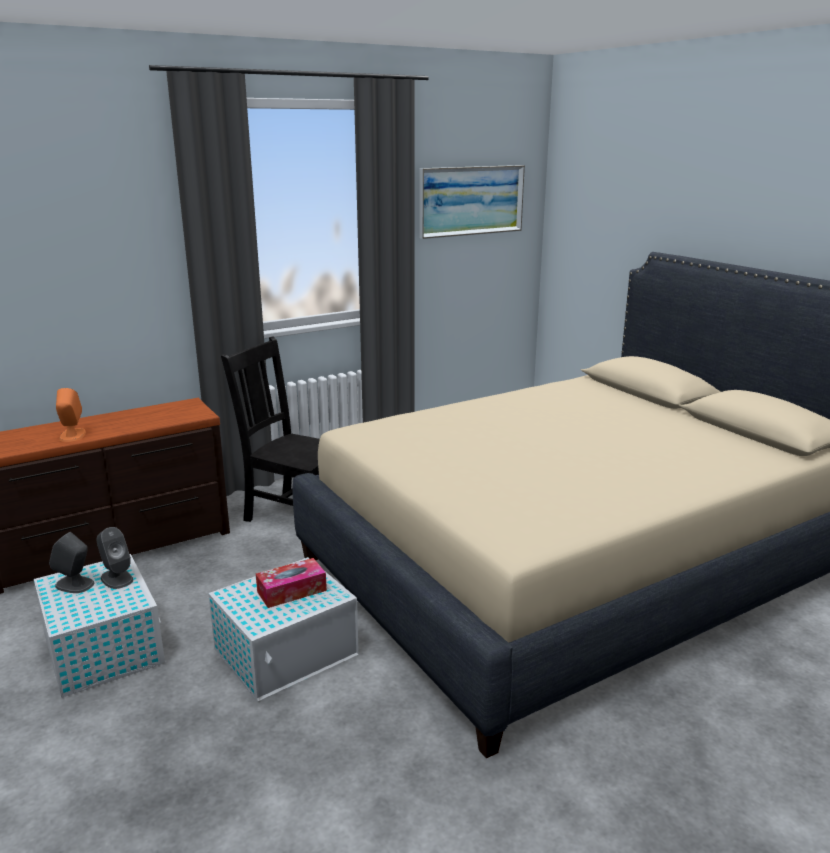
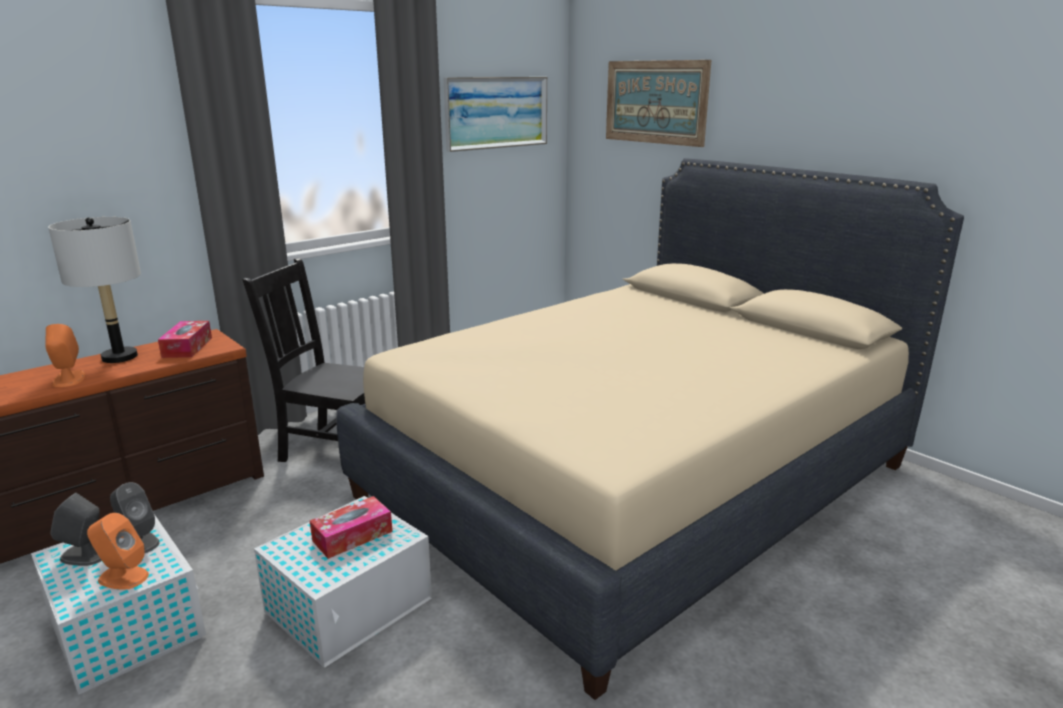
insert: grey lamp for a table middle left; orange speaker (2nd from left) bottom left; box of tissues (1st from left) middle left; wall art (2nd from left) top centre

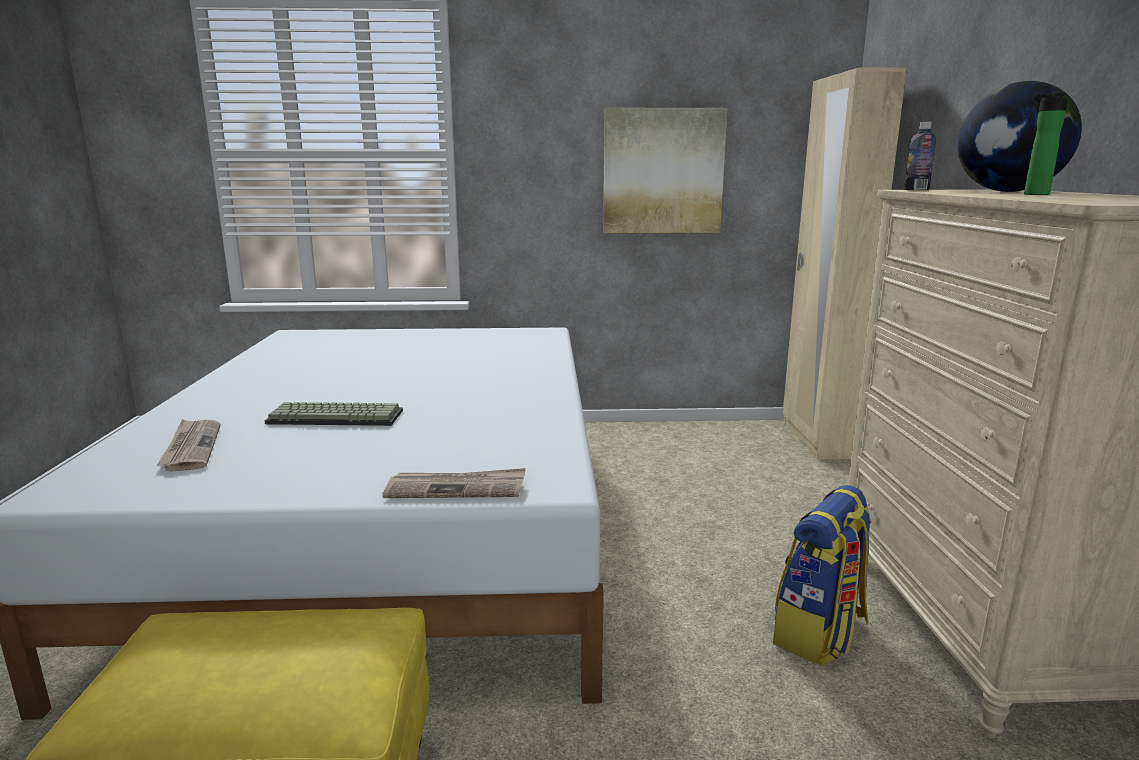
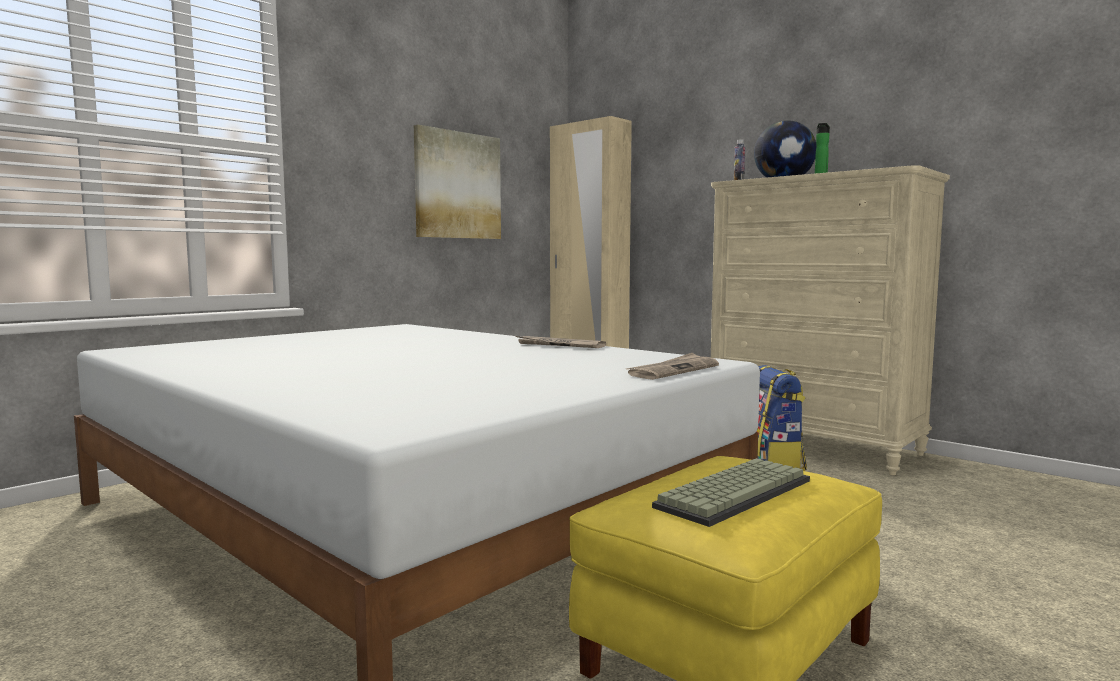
move: printed paper (1st from left) middle left to centre; keyboard middle left to bottom centre

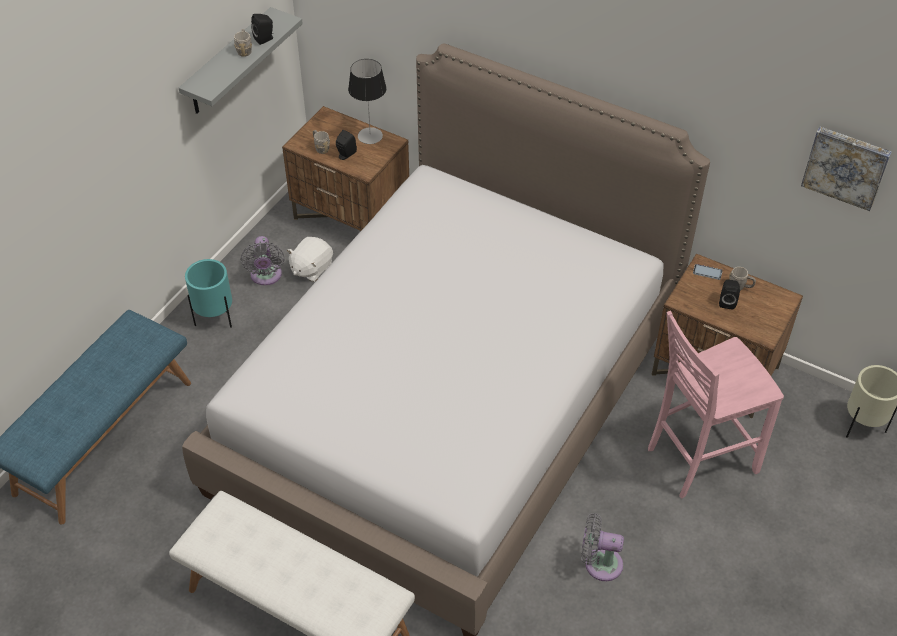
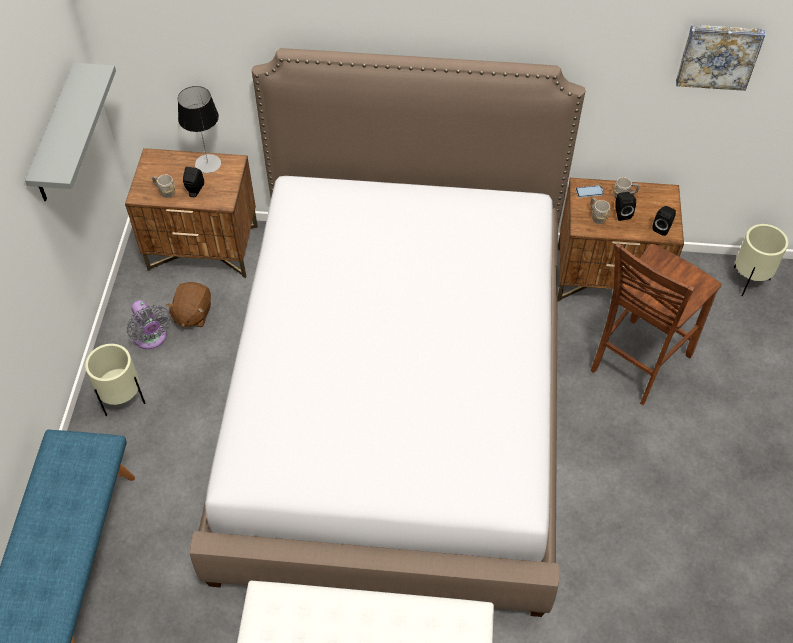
delete: grey cooling fan (2nd from left) bottom right
move: grey tea mug (1st from left in the first image) top left to grey tea mug (2nd from left) top right; black speaker (1st from left in the first image) top left to black speaker (3rd from left) middle right
recolor: turquoise-coloured planter middle left to beige planter (1st from left) middle left; white-coloured plush toy centre to brown-coloured plush toy middle left; pink plain chair middle right to brown-coloured plain chair middle right

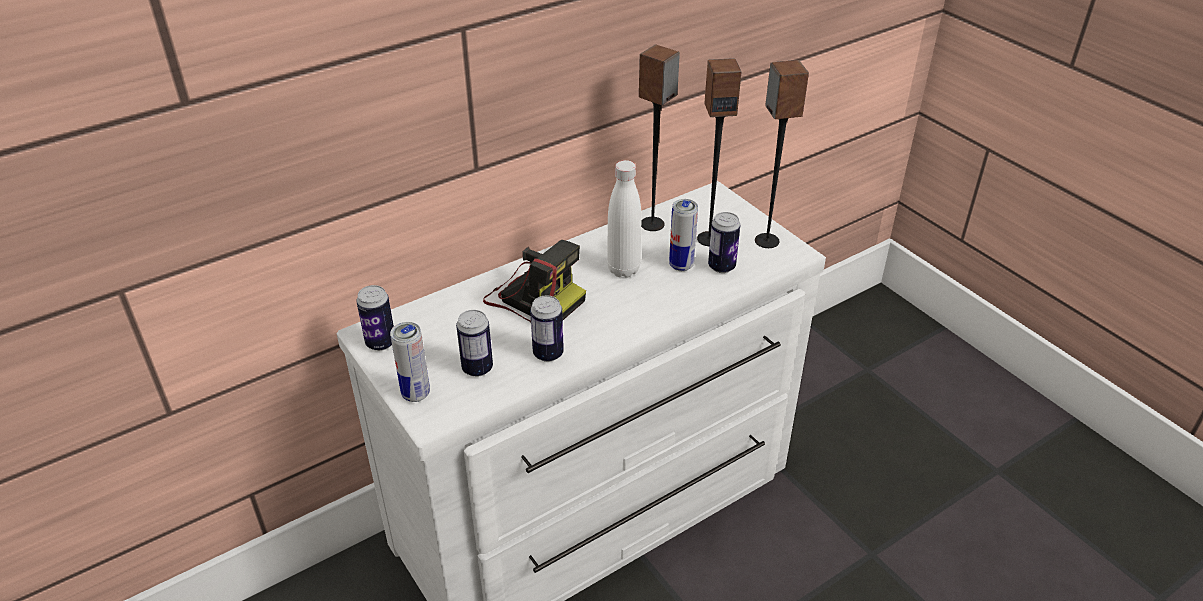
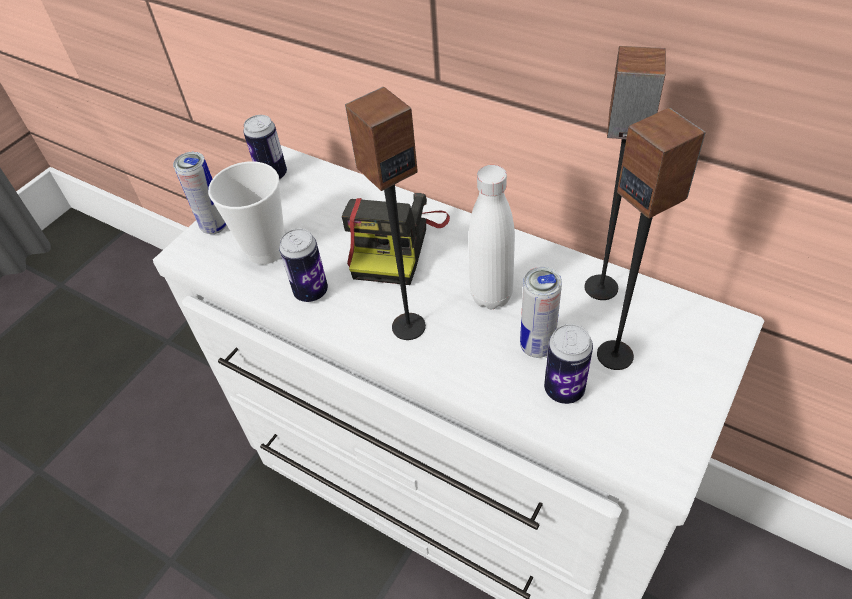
move: speaker (3rd from left in the first image) top centre to speaker (1st from left) centre
replace: sealed can (3rd from left) centre to drinking cup middle left

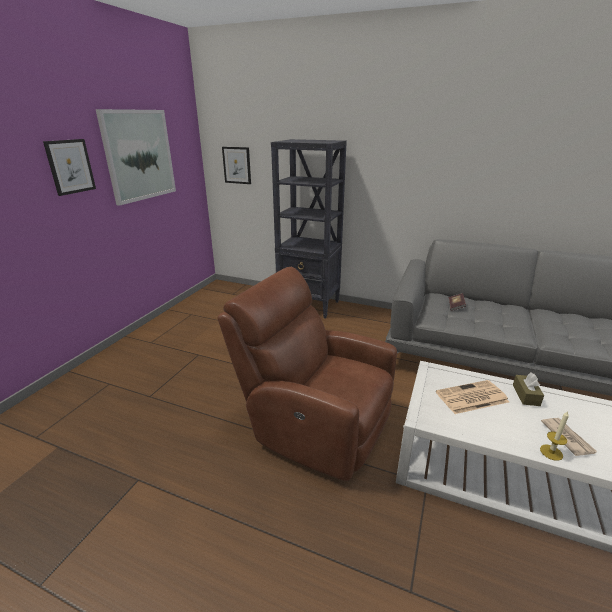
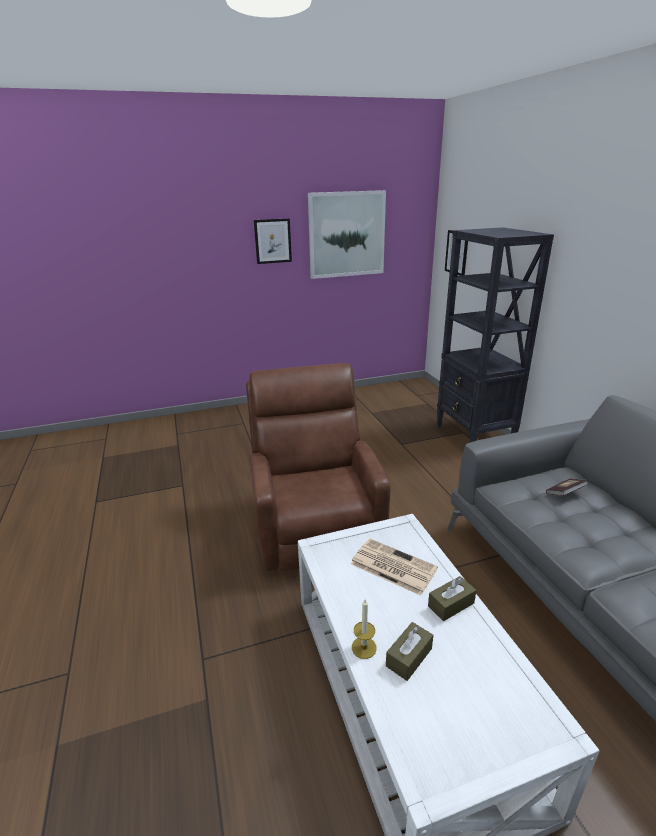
replace: printed paper (2nd from left) bottom right to brown-coloured box of tissues (1st from left) bottom centre

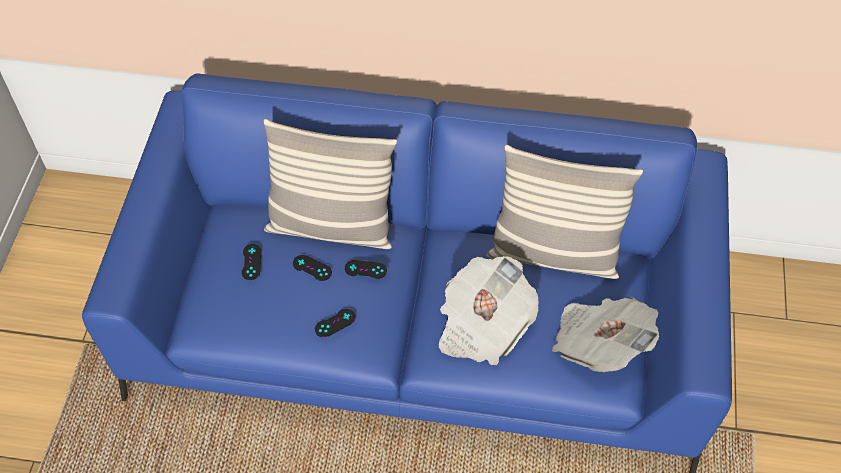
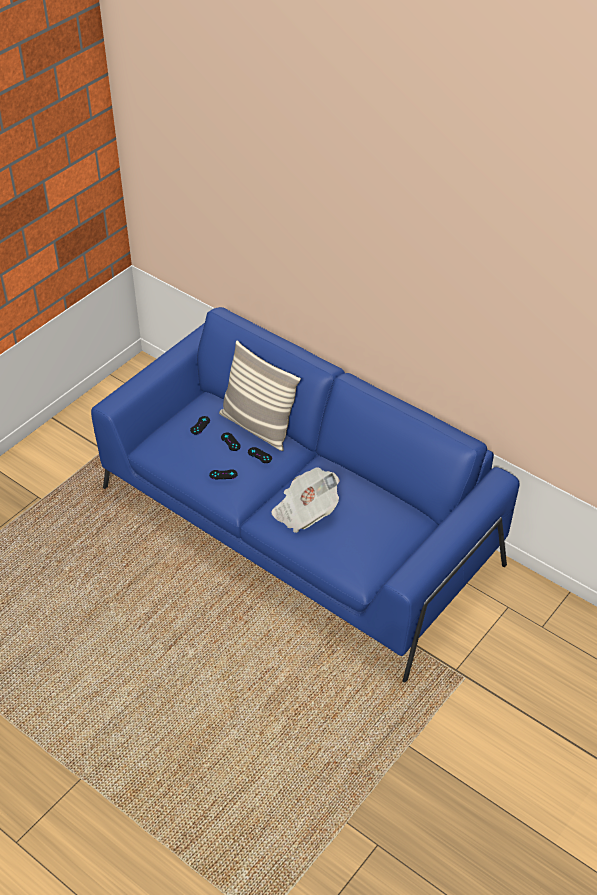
delete: cushion (2nd from left) middle right; printed paper (2nd from left) bottom right

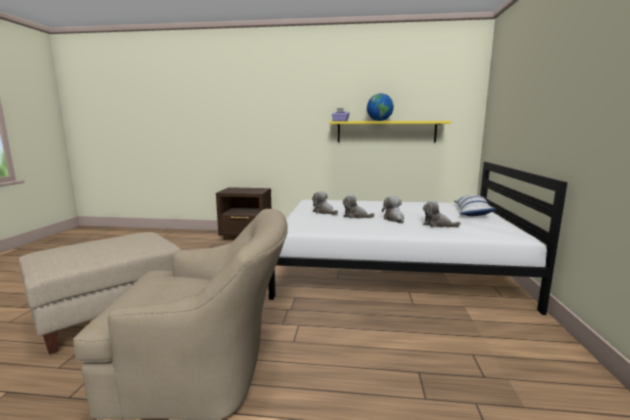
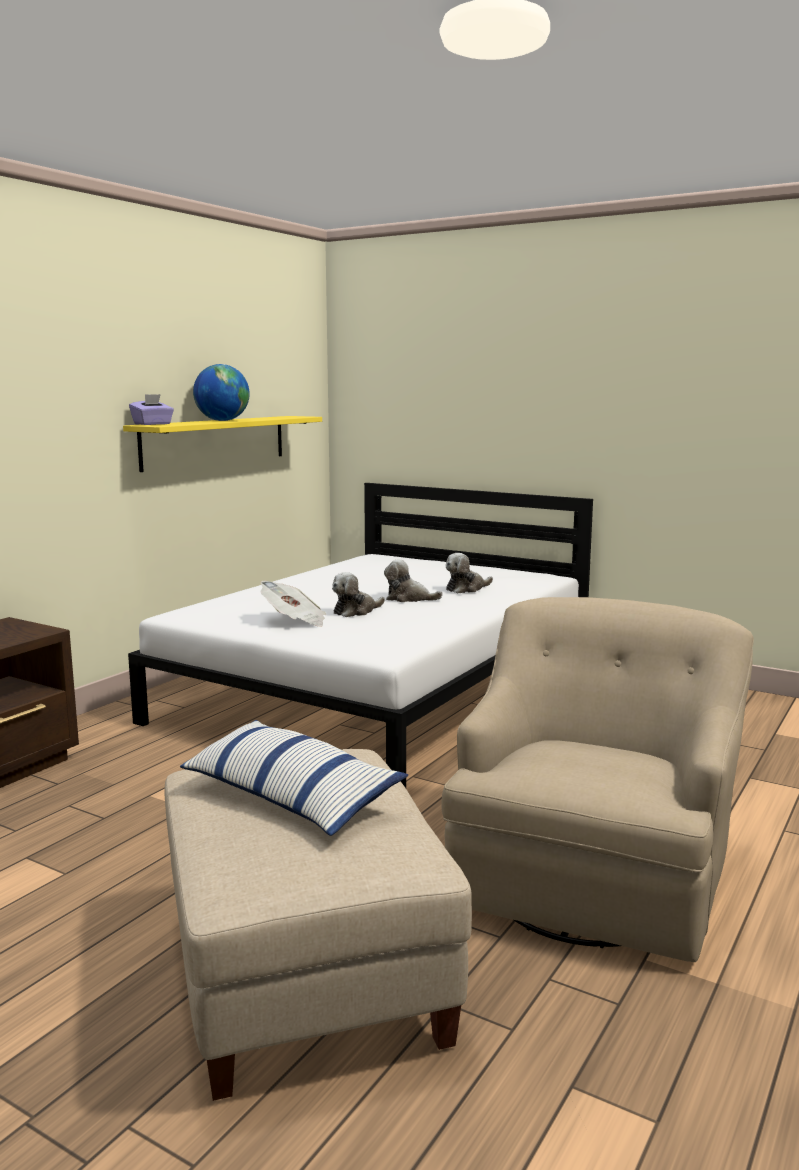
move: cushion middle right to centre
replace: plush toy (1st from left) centre to printed paper centre

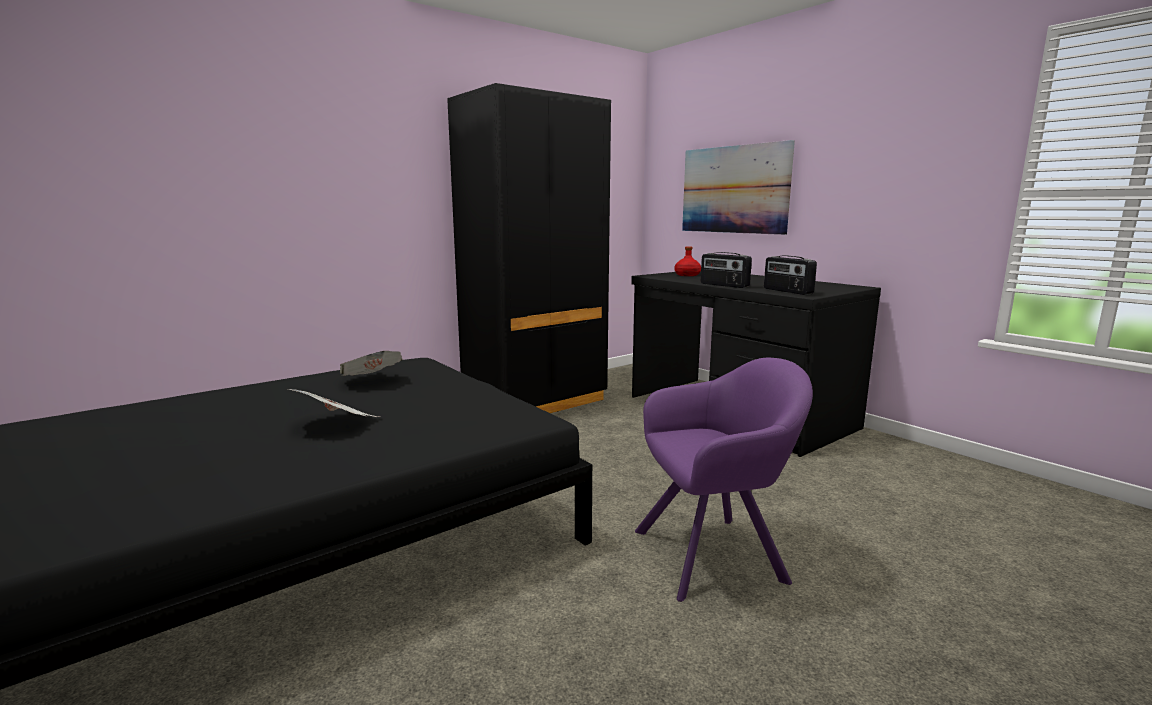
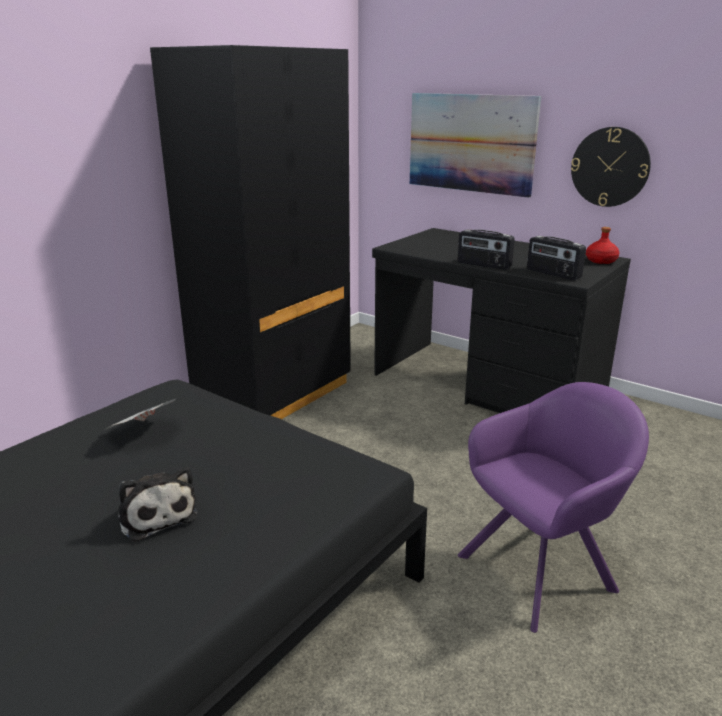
insert: hanging clock top right
move: red drink bottle centre to middle right
replace: printed paper (1st from left) middle left to plush toy bottom left

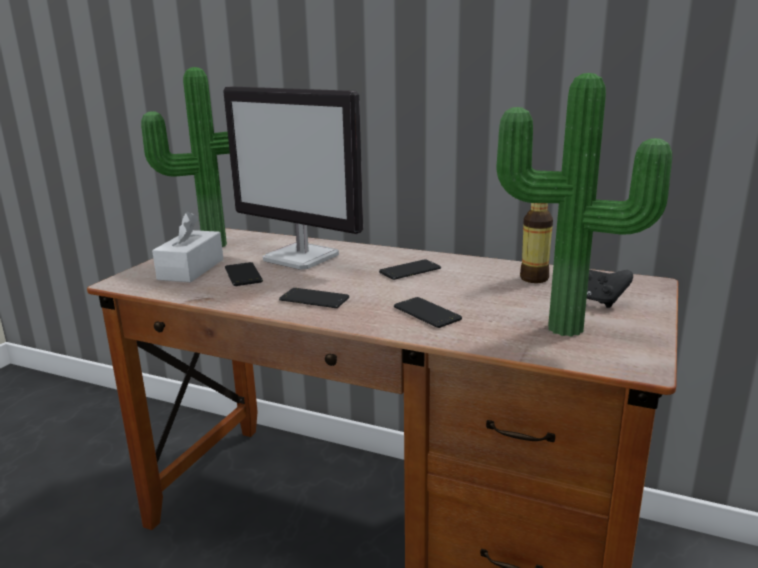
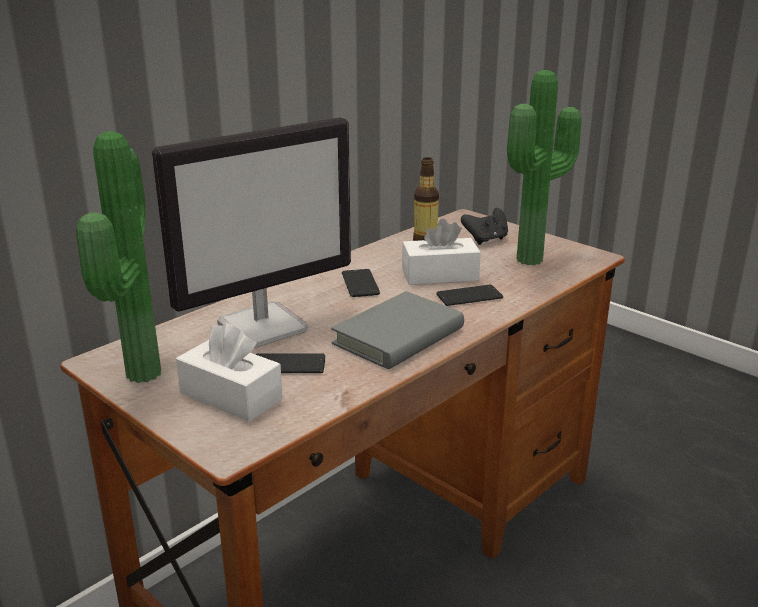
insert: white-coloured box of tissues (2nd from left) centre
replace: handset (2nd from left) centre to grey book centre

